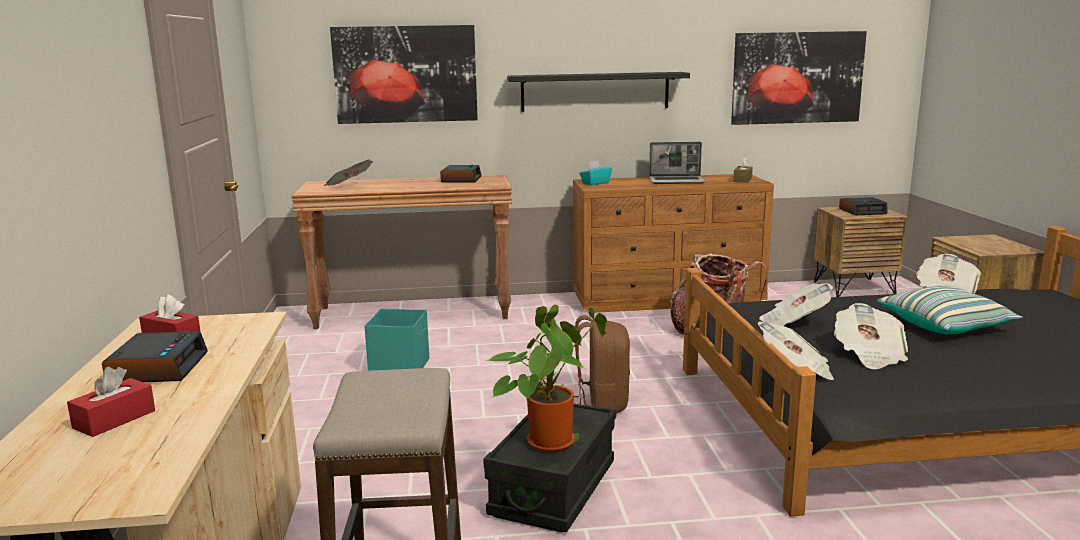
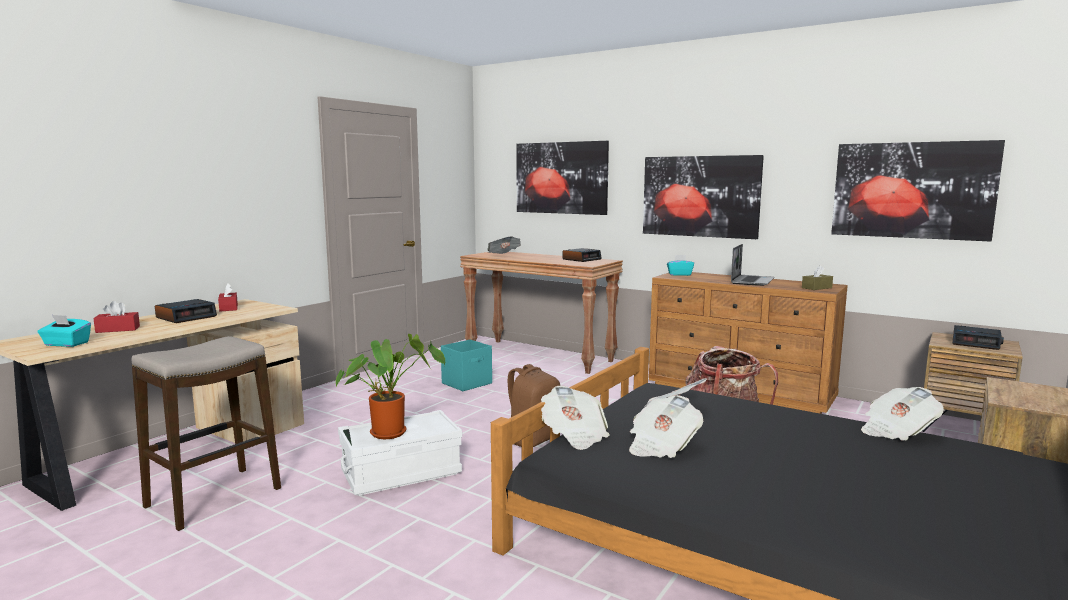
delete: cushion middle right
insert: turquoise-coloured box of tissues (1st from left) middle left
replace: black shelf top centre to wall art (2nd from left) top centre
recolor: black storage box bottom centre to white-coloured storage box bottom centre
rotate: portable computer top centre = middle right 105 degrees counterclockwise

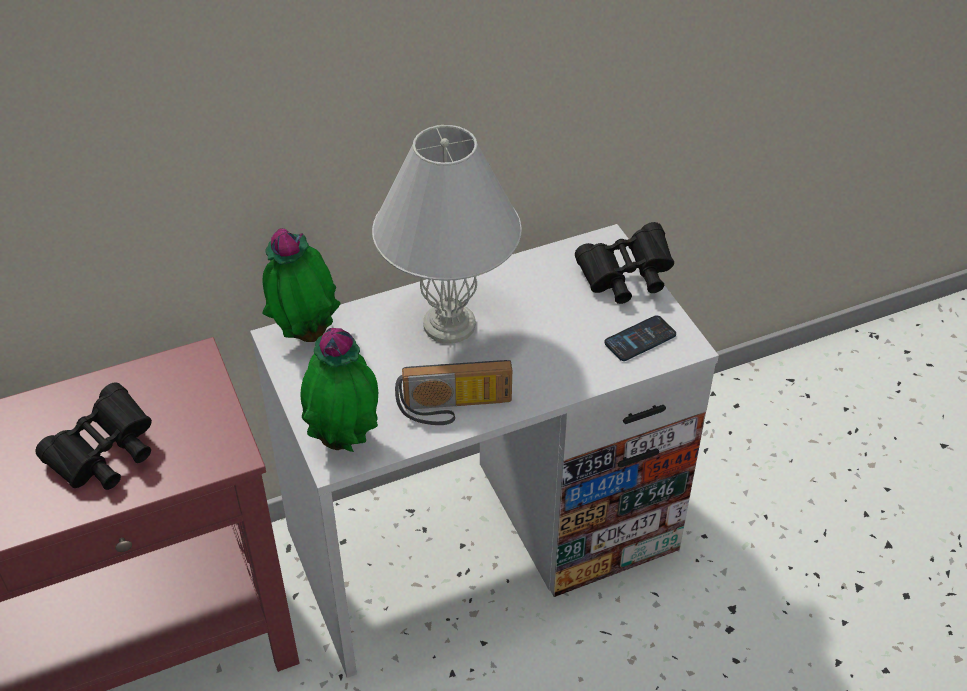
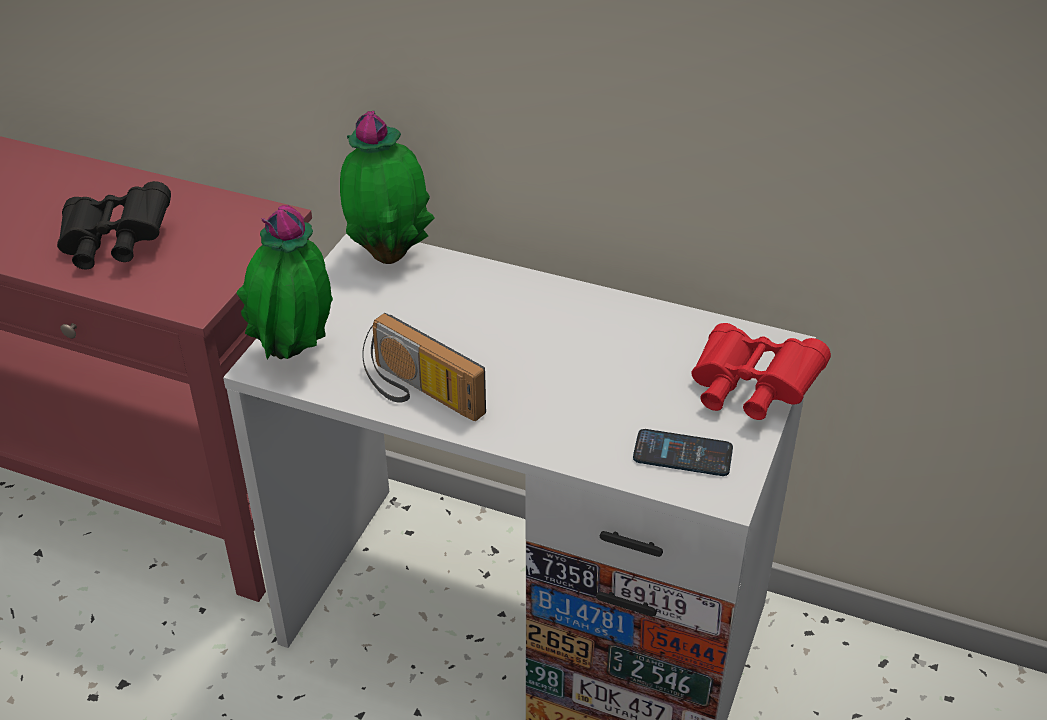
delete: white-coloured lamp for a table centre
recolor: black field glasses (2nd from left) centre to red field glasses middle right

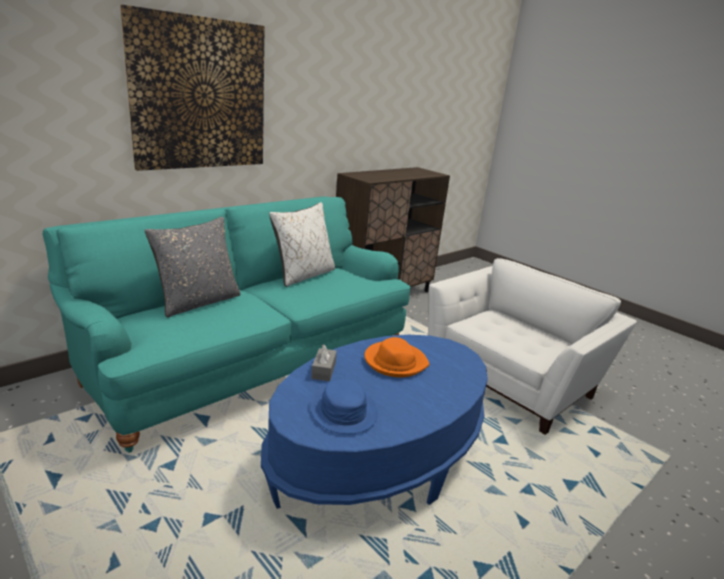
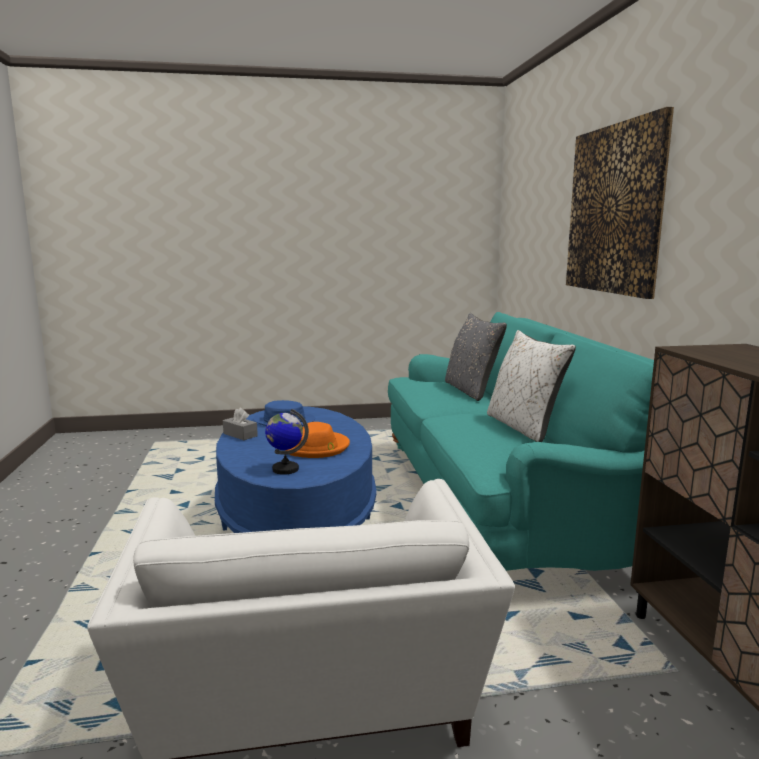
insert: world globe centre
move: grey box of tissues centre to middle left

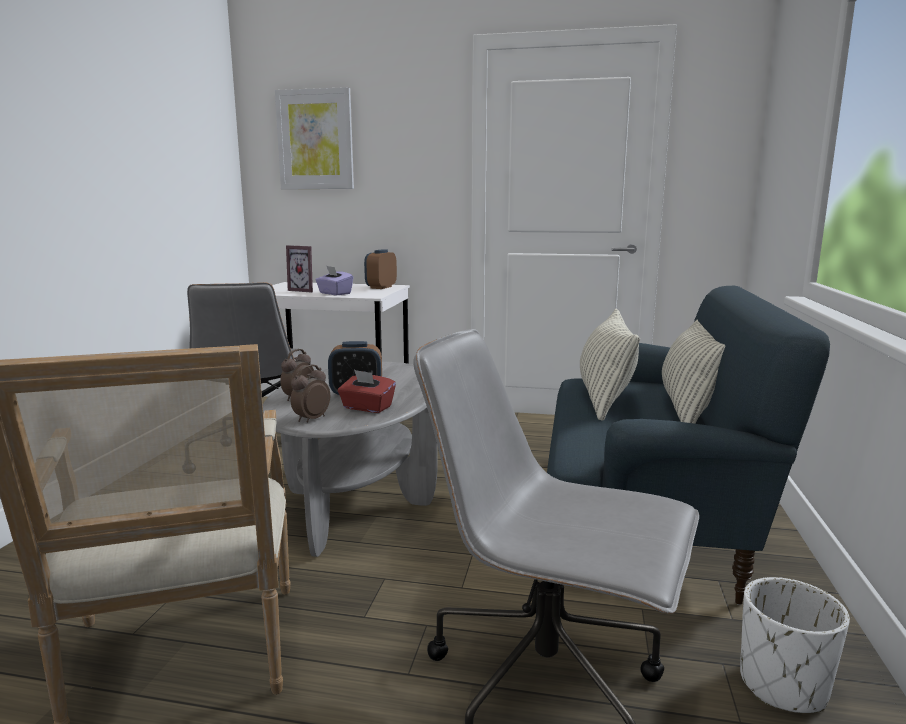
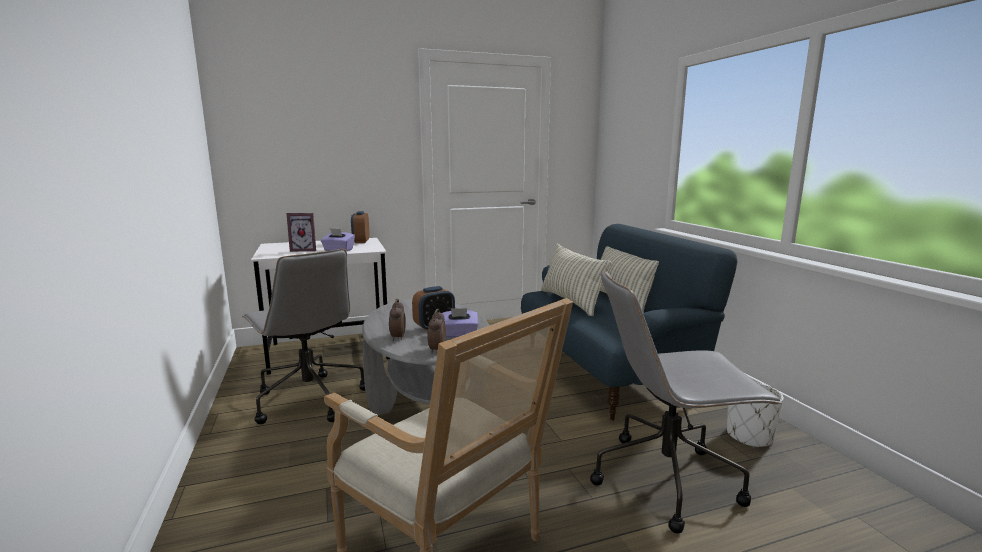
delete: wall art top centre
recolor: red box of tissues centre to purple box of tissues (2nd from left) centre

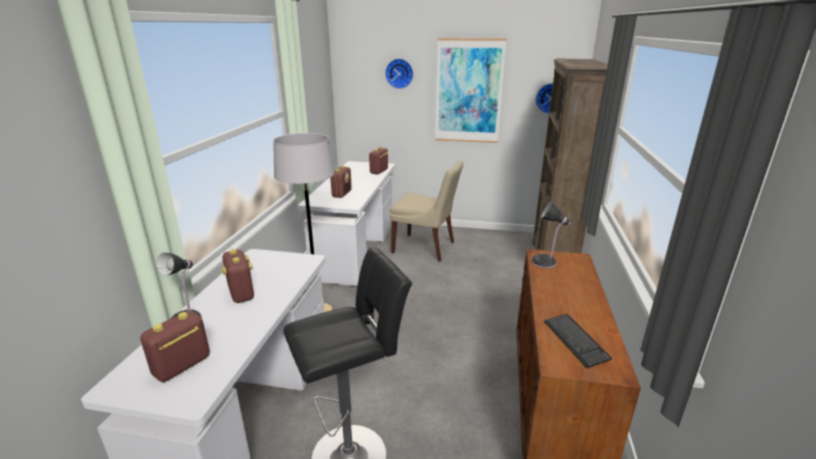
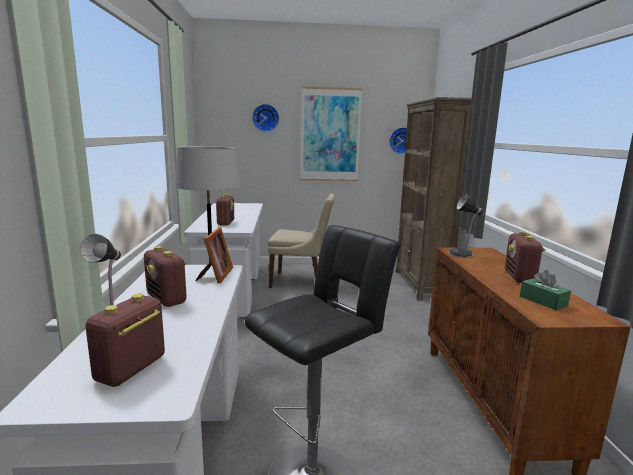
insert: picture frame centre
move: radio receiver (4th from left) centre to middle right
replace: keyboard bottom right to green box of tissues middle right

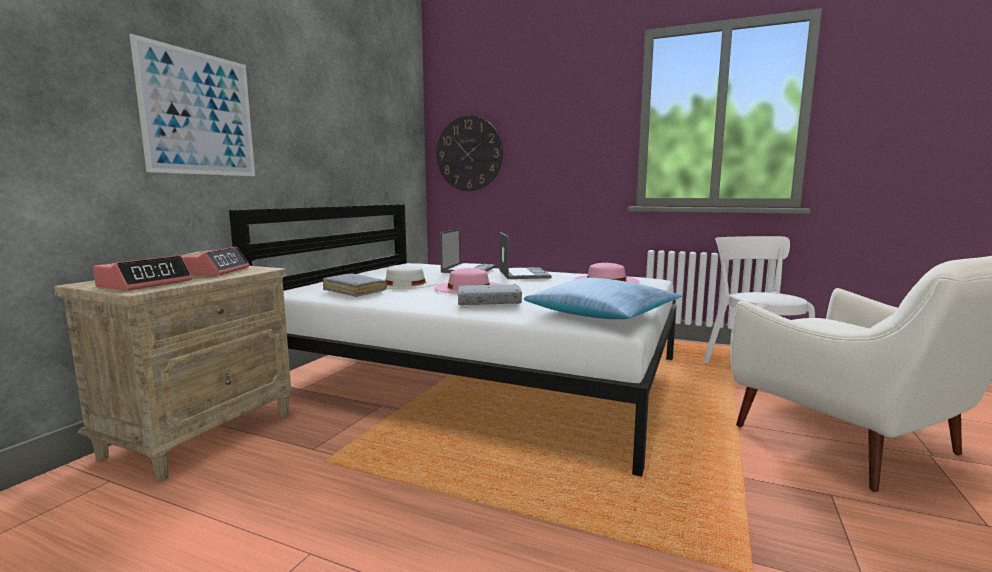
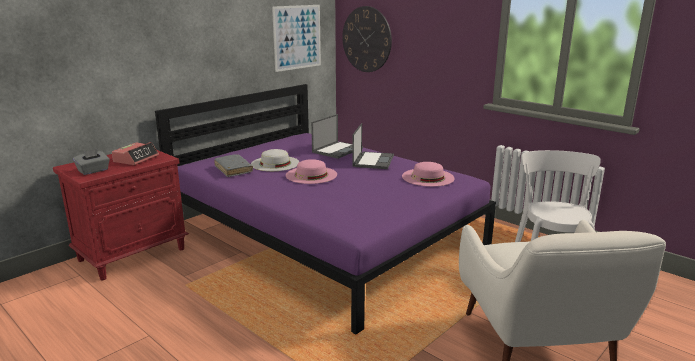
delete: grey book (2nd from left) centre; cushion centre
move: wall art top left to top centre
replace: alarm clock (1st from left) middle left to grey box of tissues middle left
recolor: beige bedside table middle left to red bedside table middle left; white-coloured sleeping bed centre to purple sleeping bed centre

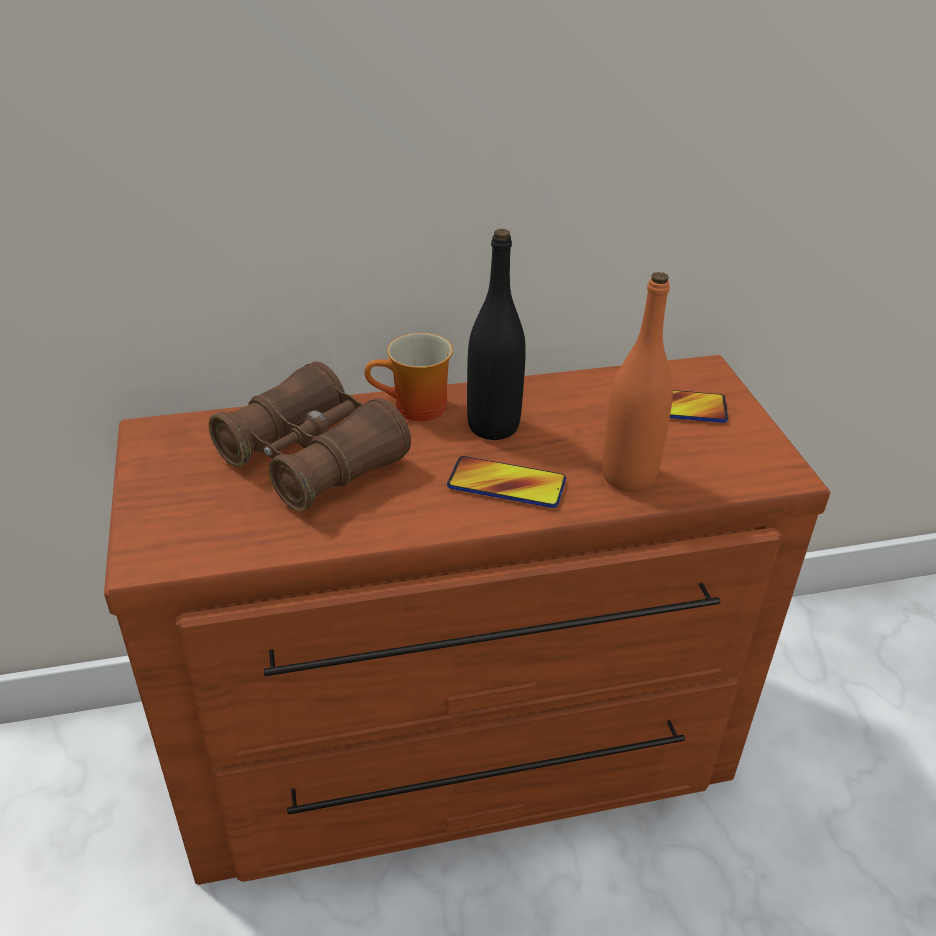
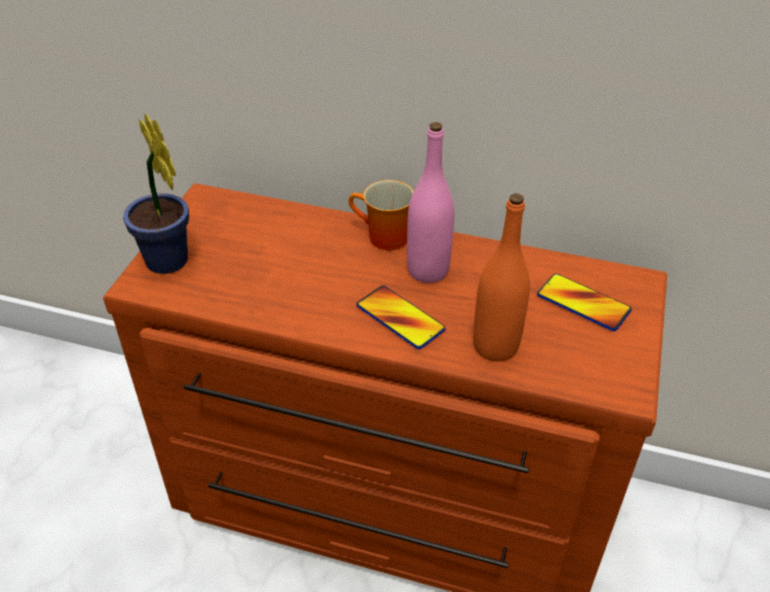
delete: brown-coloured field glasses middle left
insert: plant in a pot top left
recolor: black drink bottle centre to pink drink bottle centre

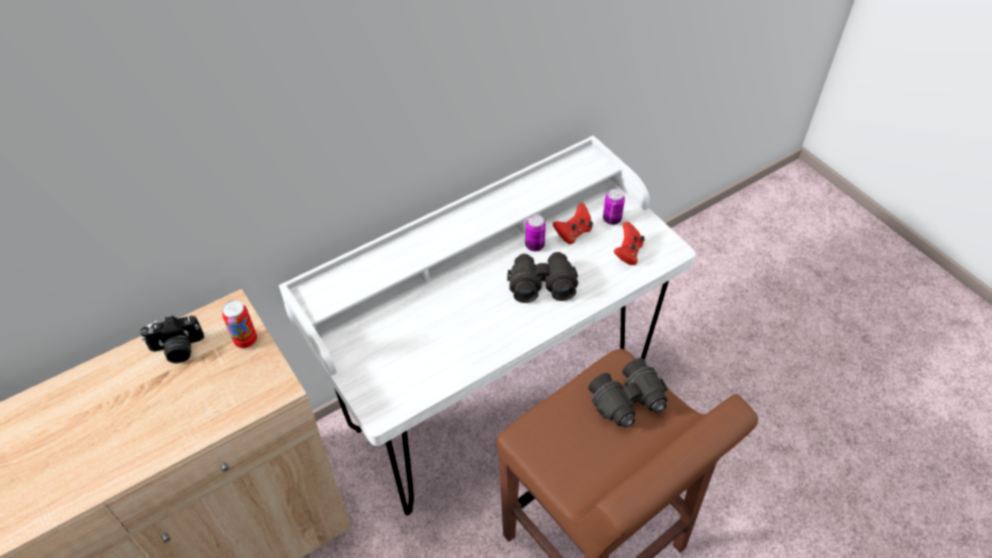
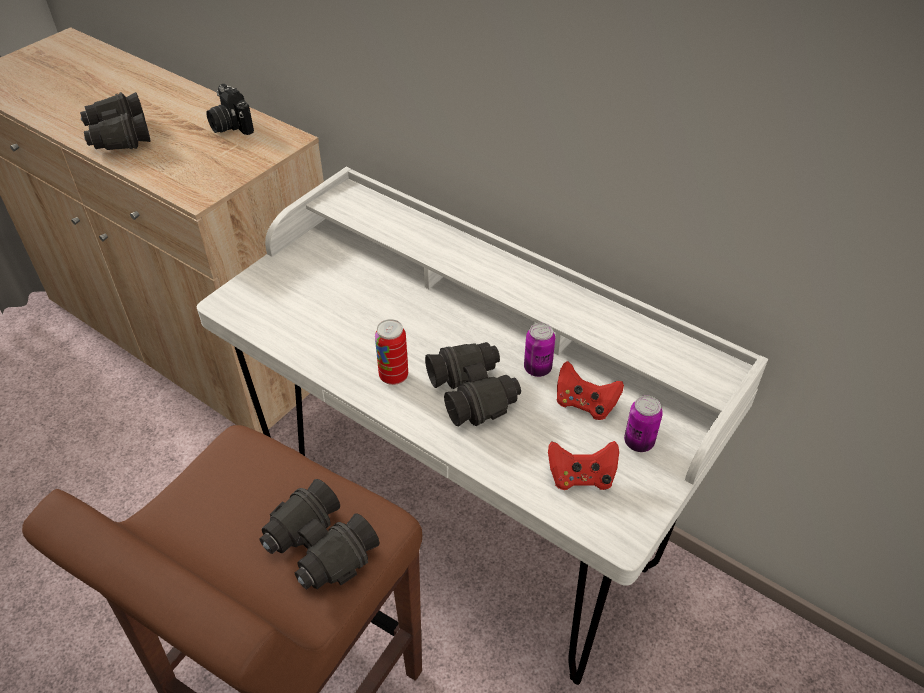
insert: black field glasses (1st from left) top left
move: sealed can (1st from left) middle left to centre

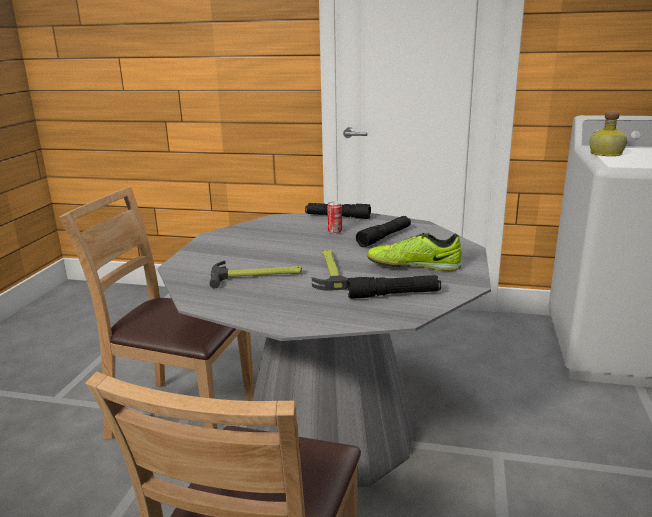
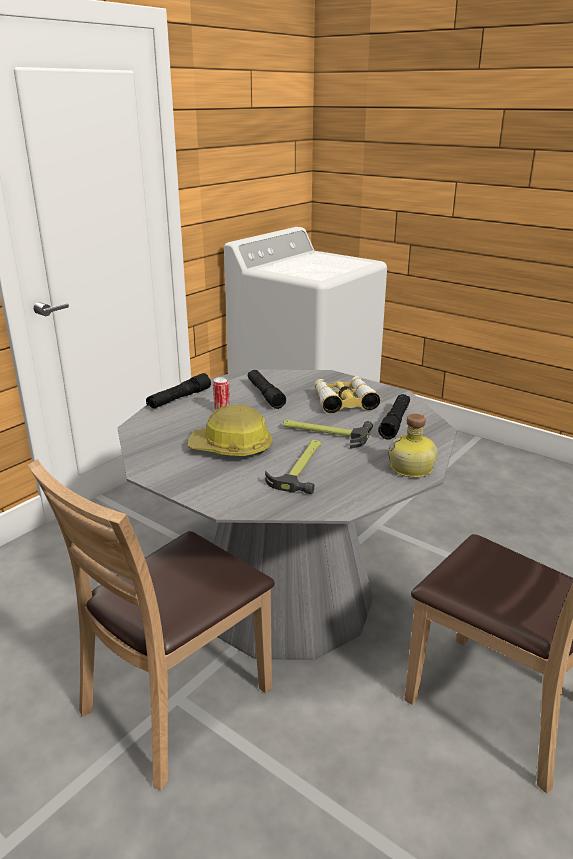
insert: safety helmet centre
move: drink bottle top right to middle right
replace: item of footwear centre to field glasses centre

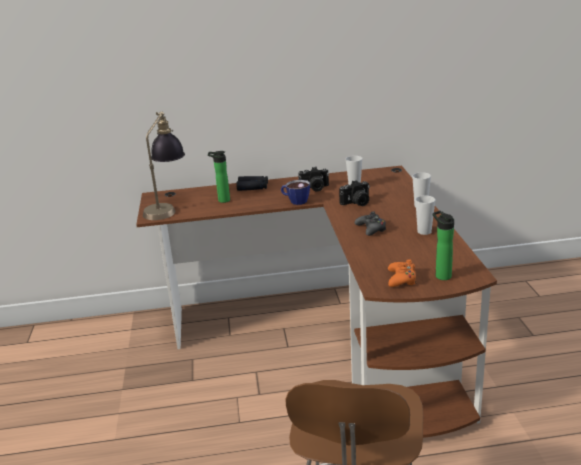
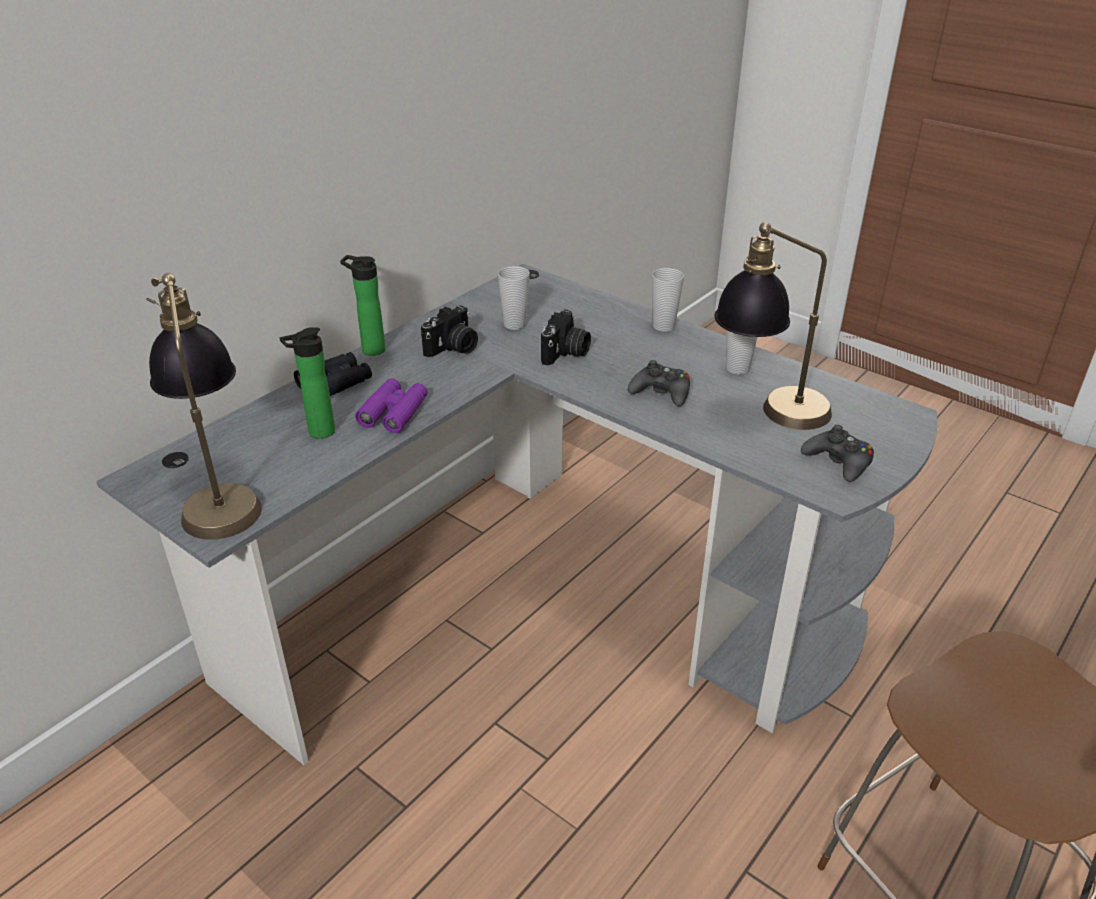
delete: drinking cup (1st from left) centre
insert: purple field glasses centre; lamp for a table (2nd from left) middle right
move: drink bottle (2nd from left) middle right to middle left
recolor: brown-coloured desk unit centre to grey desk unit centre; orange gamepad middle right to black gamepad (2nd from left) middle right

